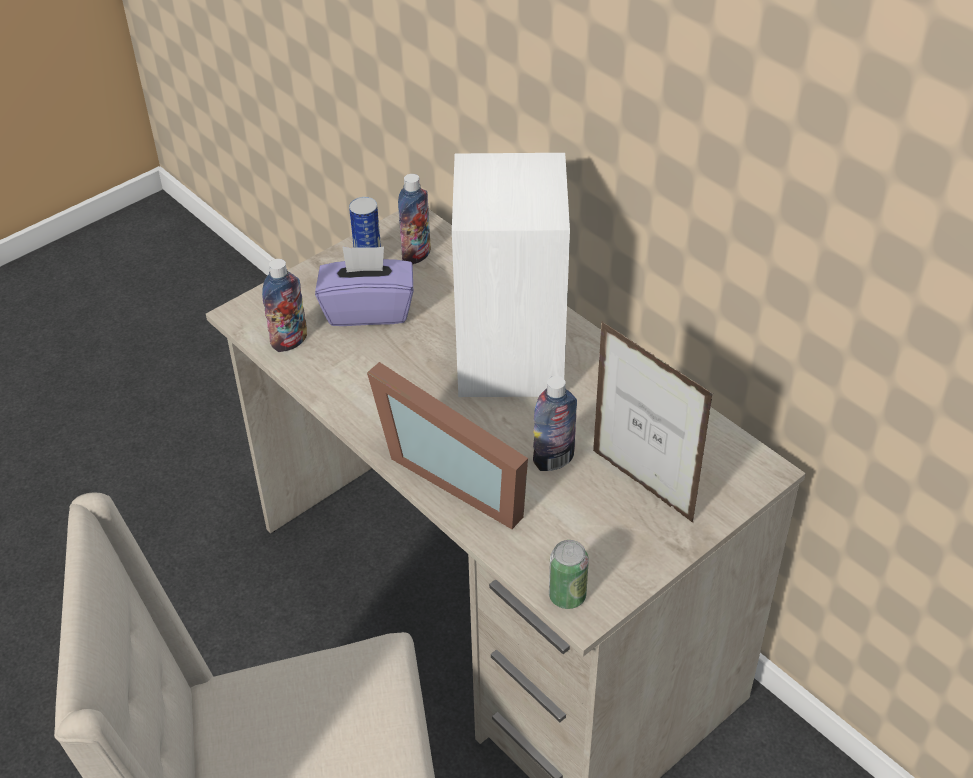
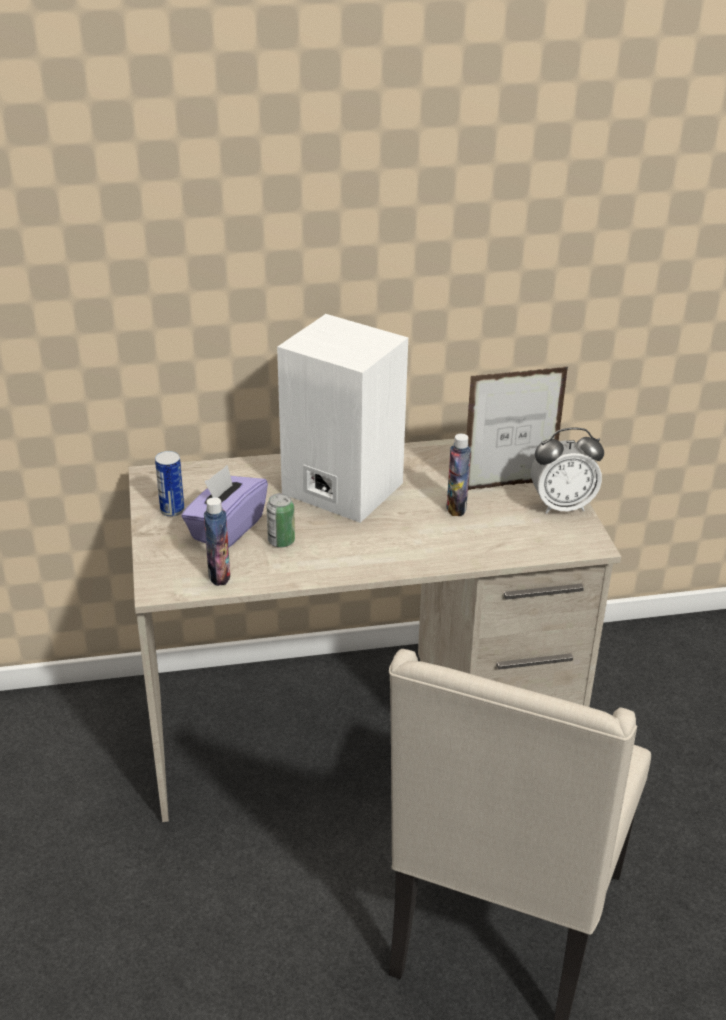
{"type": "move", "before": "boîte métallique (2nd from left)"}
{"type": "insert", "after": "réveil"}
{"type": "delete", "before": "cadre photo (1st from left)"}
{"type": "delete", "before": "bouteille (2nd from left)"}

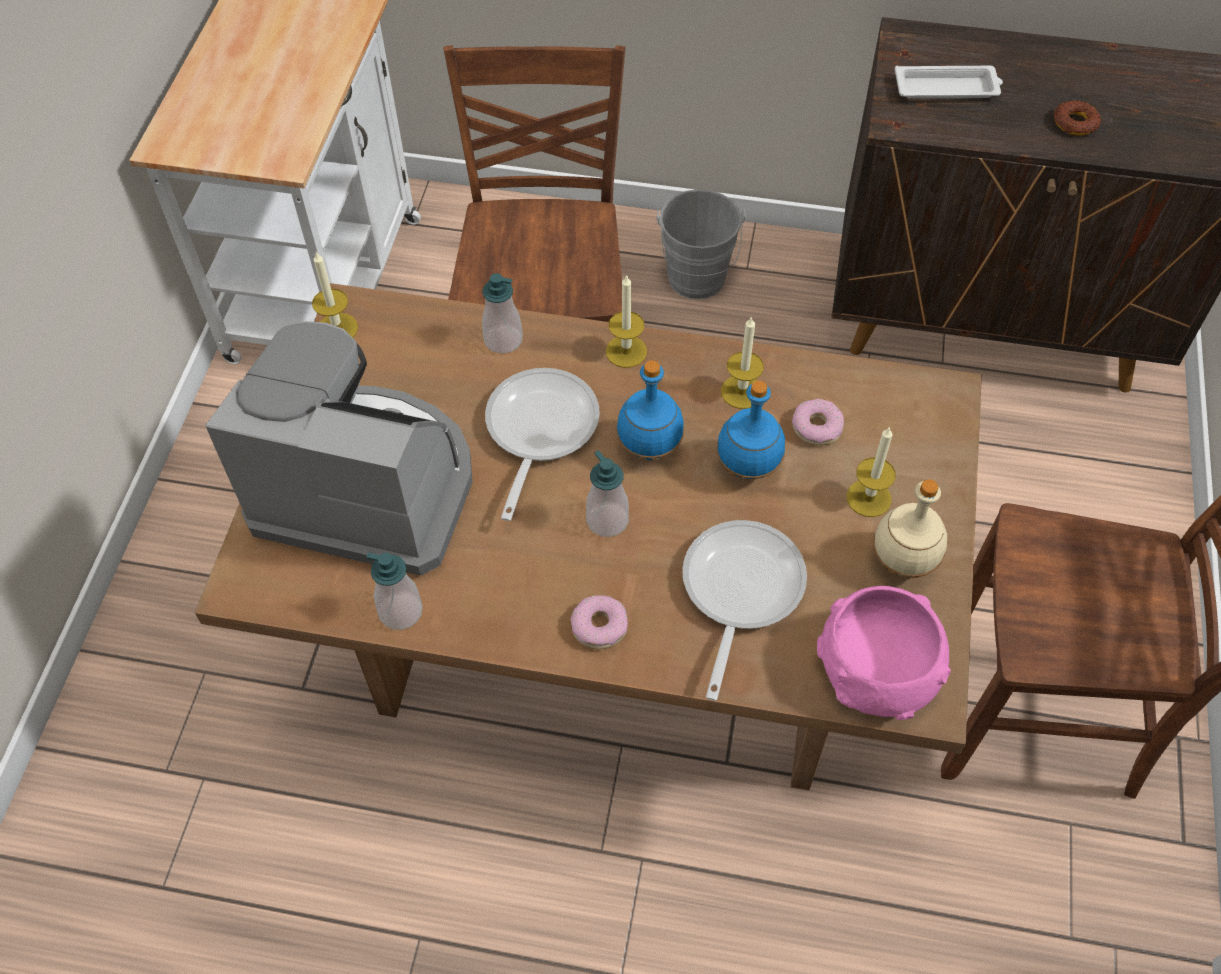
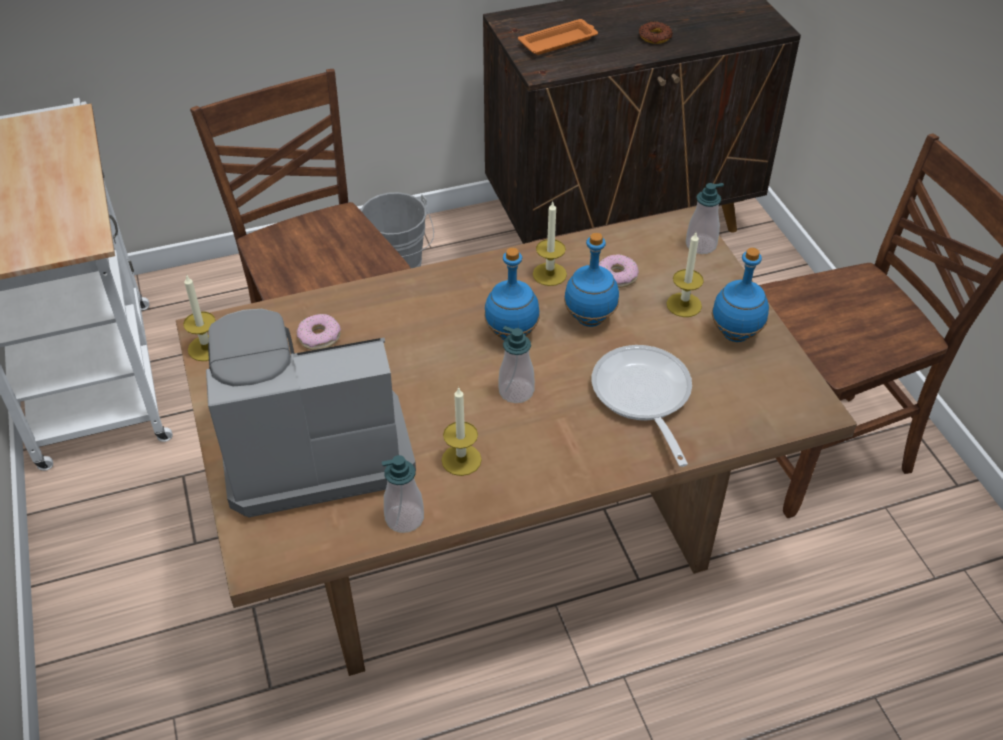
{"type": "move", "before": "beignet (1st from left)"}
{"type": "move", "before": "bougie (2nd from left)"}
{"type": "recolor", "before": "plateau (blanc)", "after": "plateau (orange)"}
{"type": "move", "before": "distributeur de savon (2nd from left in the first image)", "after": "distributeur de savon (3rd from left)"}
{"type": "recolor", "before": "bouteille (beige)", "after": "bouteille (bleu) (3rd from left)"}
{"type": "delete", "before": "poêle (1st from left)"}
{"type": "delete", "before": "bol (rose)"}

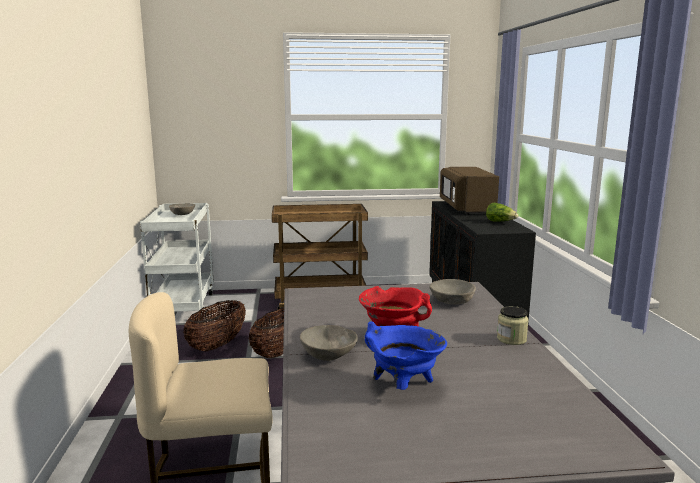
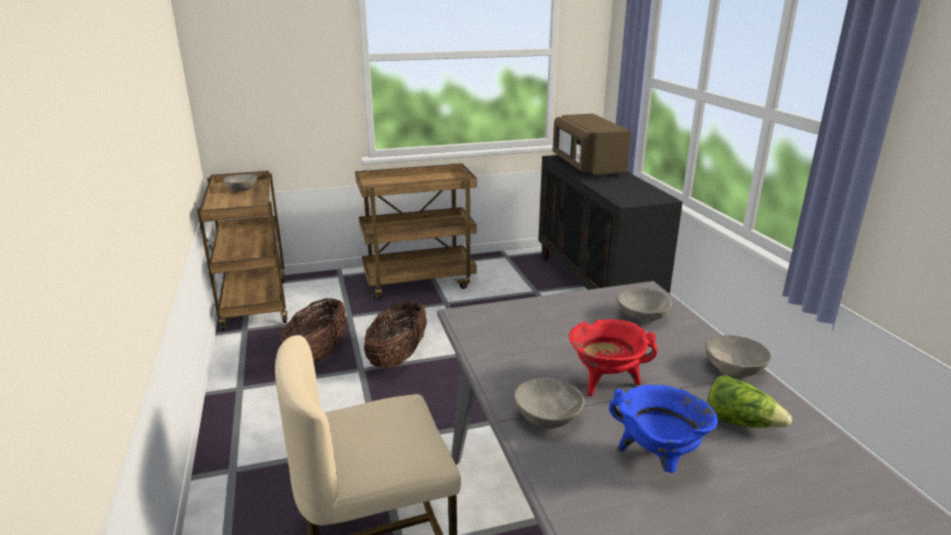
{"type": "recolor", "before": "chariot (blanc)", "after": "chariot (marron) (1st from left)"}
{"type": "replace", "before": "bocal", "after": "bol (gris) (4th from left)"}
{"type": "move", "before": "laitue"}

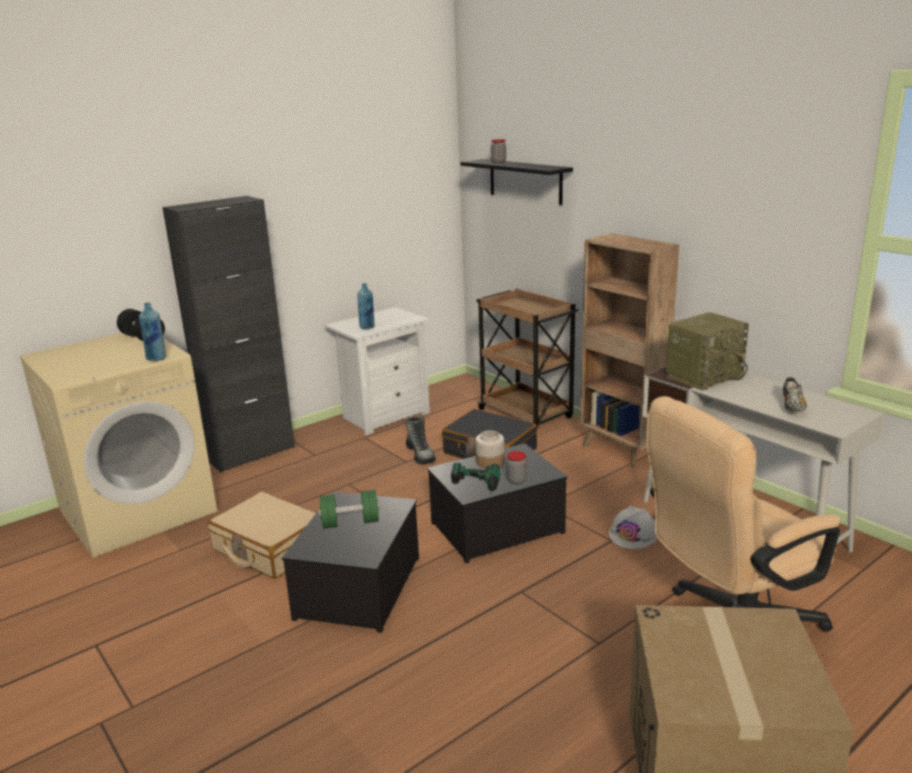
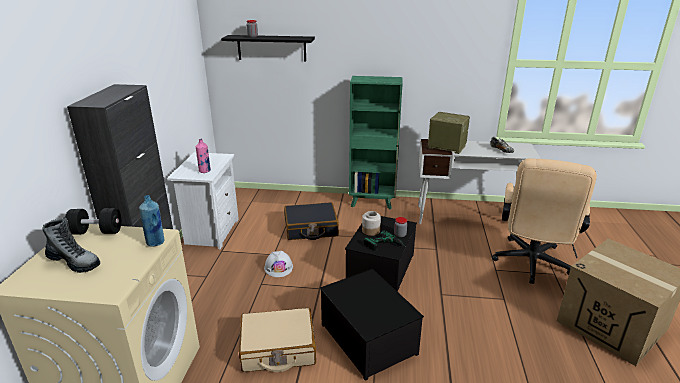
{"type": "move", "before": "botte"}
{"type": "recolor", "before": "bouteille (bleu) (2nd from left)", "after": "bouteille (rose)"}
{"type": "move", "before": "casque de chantier (blanc)"}
{"type": "recolor", "before": "bibliothèque (marron)", "after": "bibliothèque (vert)"}
{"type": "rotate", "before": "radio", "turn": -75}
{"type": "delete", "before": "haltère (vert)"}
{"type": "delete", "before": "chariot (marron)"}

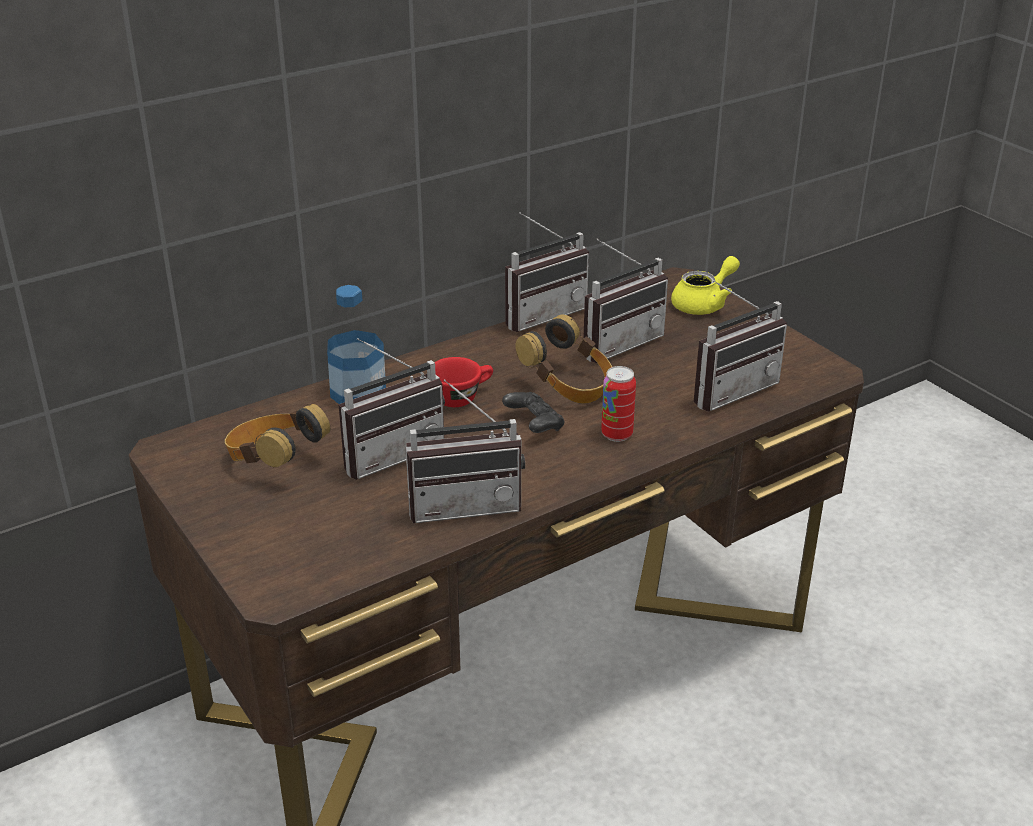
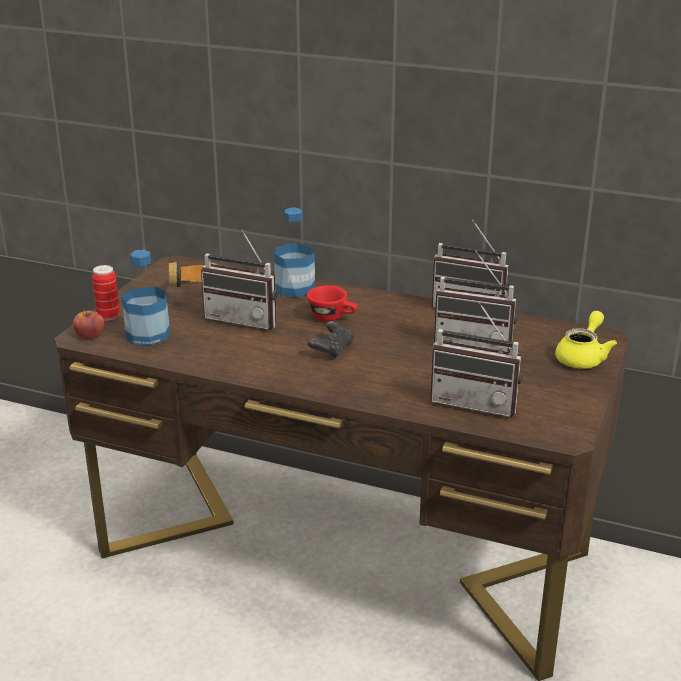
{"type": "insert", "after": "pomme"}
{"type": "move", "before": "boîte métallique"}
{"type": "insert", "after": "bouteille (1st from left)"}
{"type": "rotate", "before": "théière (jaune)", "turn": -75}
{"type": "delete", "before": "radio (2nd from left)"}
{"type": "delete", "before": "casque audio (2nd from left)"}

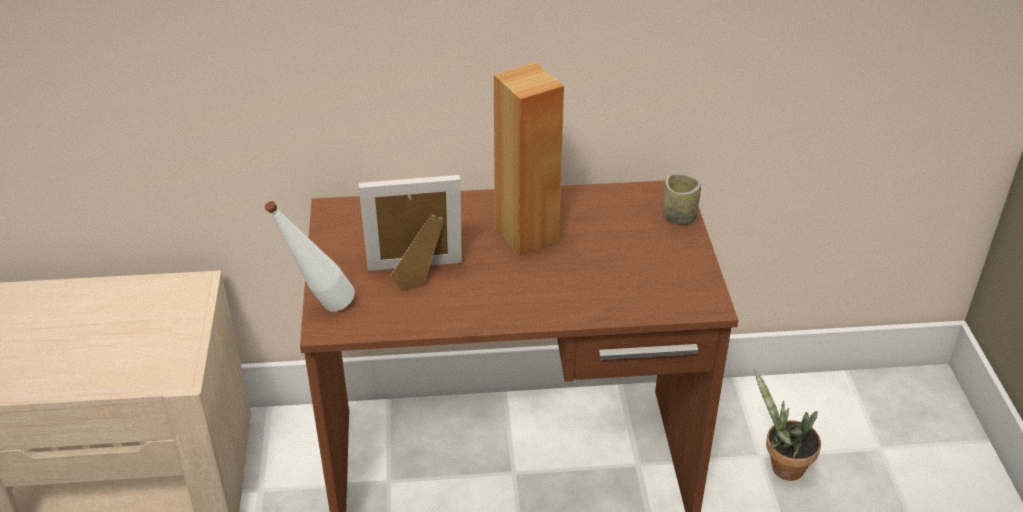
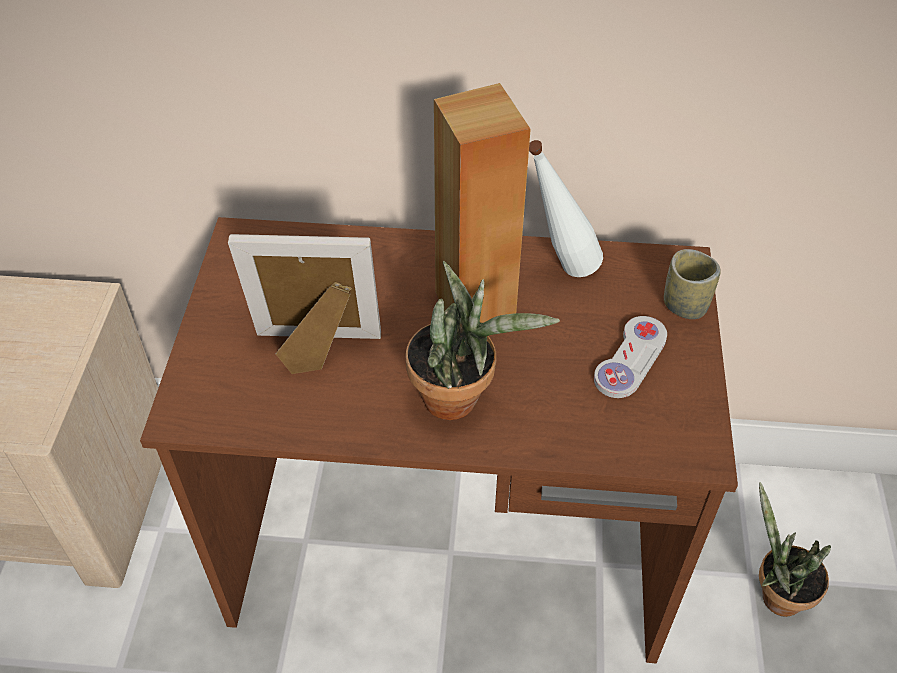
{"type": "insert", "after": "plante en pot (1st from left)"}
{"type": "move", "before": "bouteille (blanc)"}
{"type": "insert", "after": "manette (blanc)"}

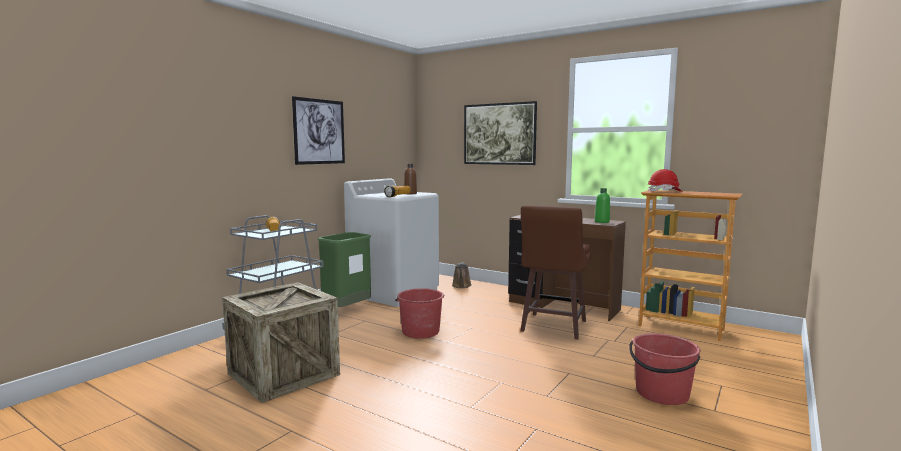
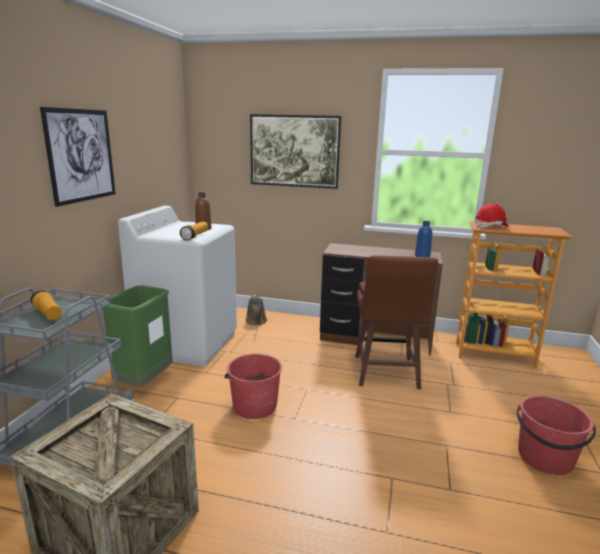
{"type": "recolor", "before": "bouteille (vert)", "after": "bouteille (bleu)"}

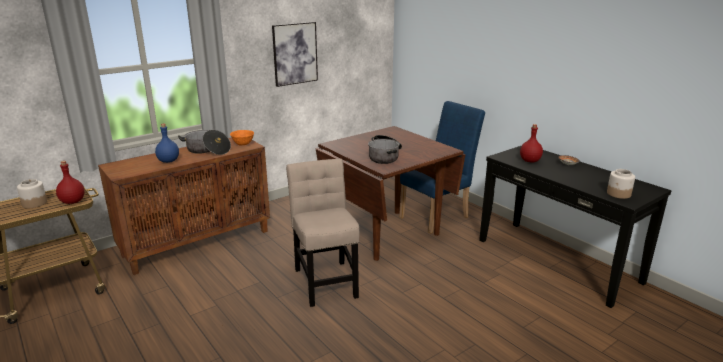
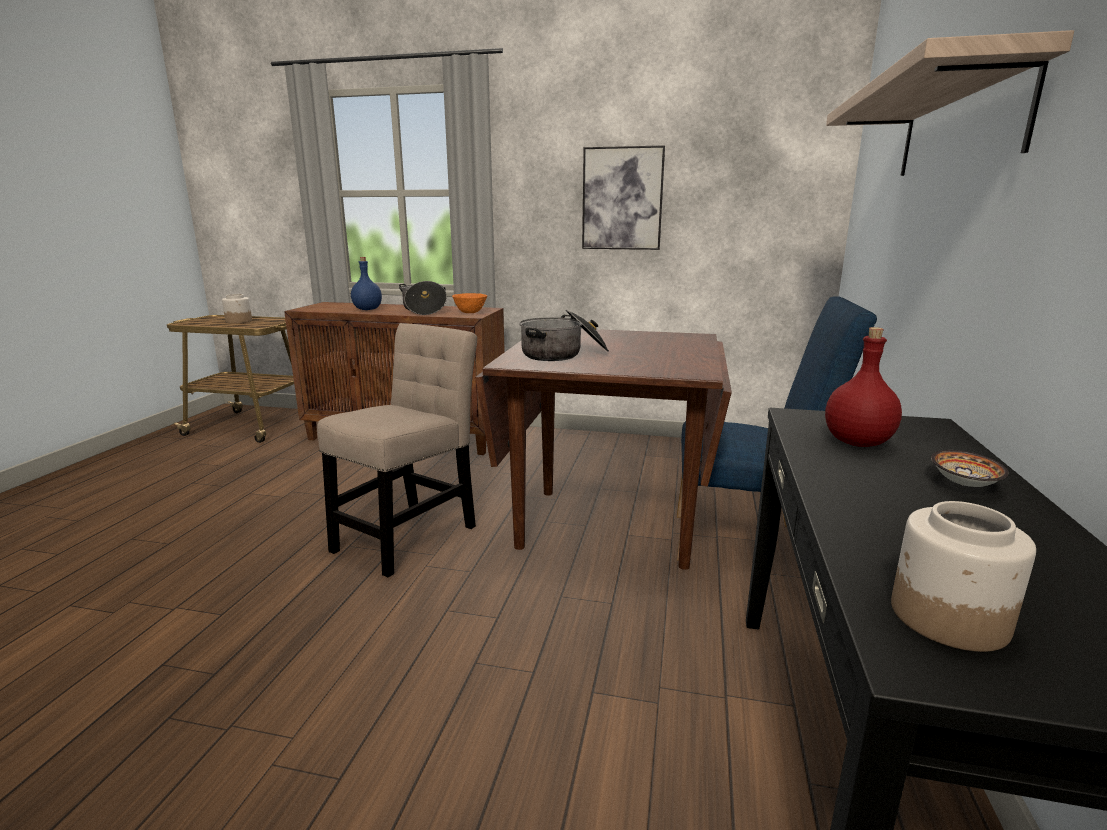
{"type": "insert", "after": "étagère"}
{"type": "delete", "before": "bouteille (rouge) (1st from left)"}

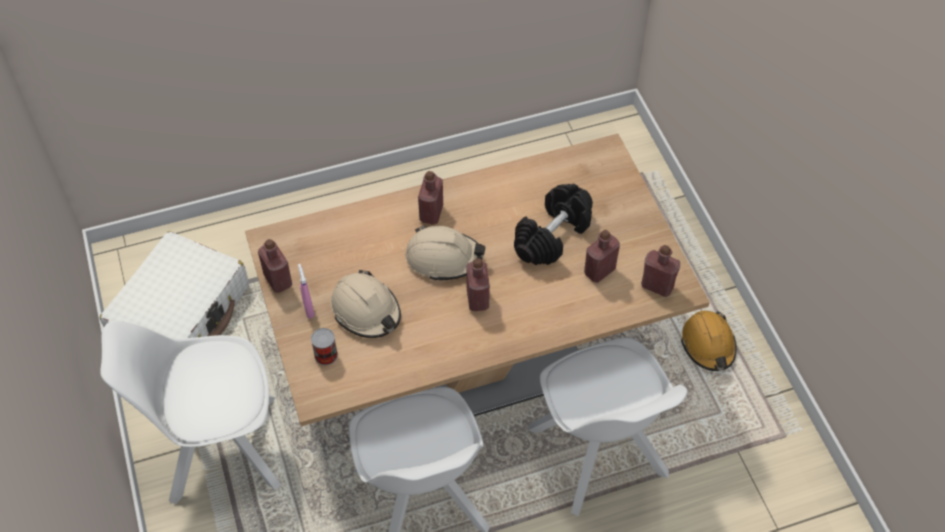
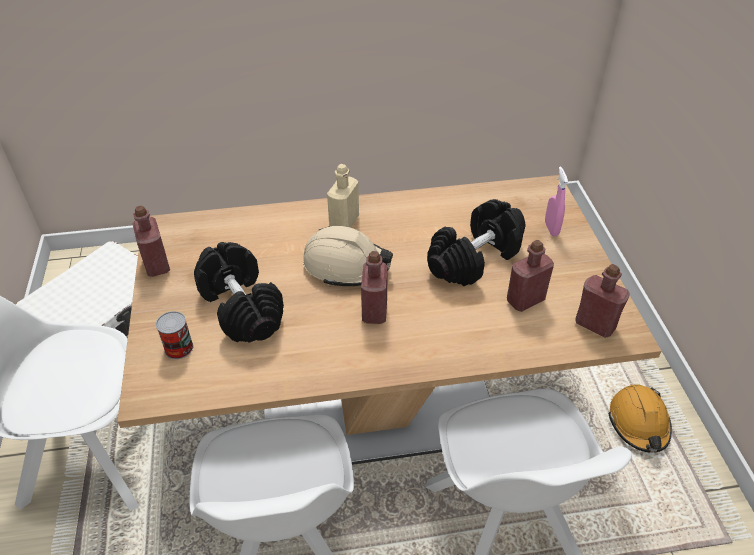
{"type": "replace", "before": "casque de chantier (beige) (1st from left)", "after": "haltère (noir) (1st from left)"}
{"type": "recolor", "before": "bouteille (rouge) (2nd from left)", "after": "bouteille (beige)"}
{"type": "move", "before": "vaporisateur (rose)"}

